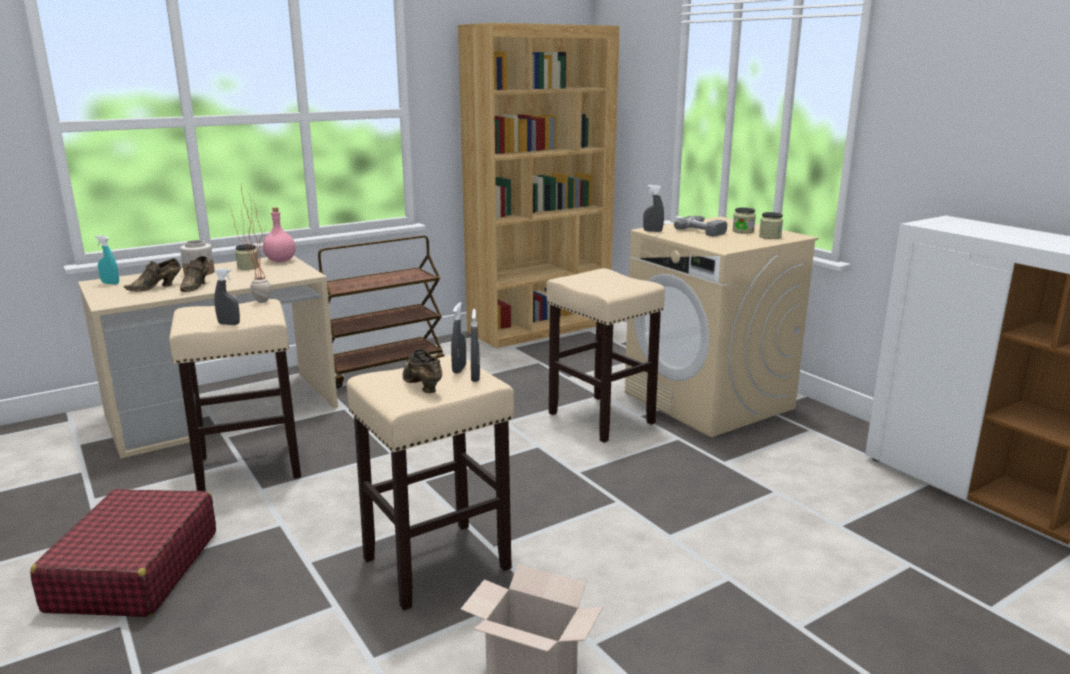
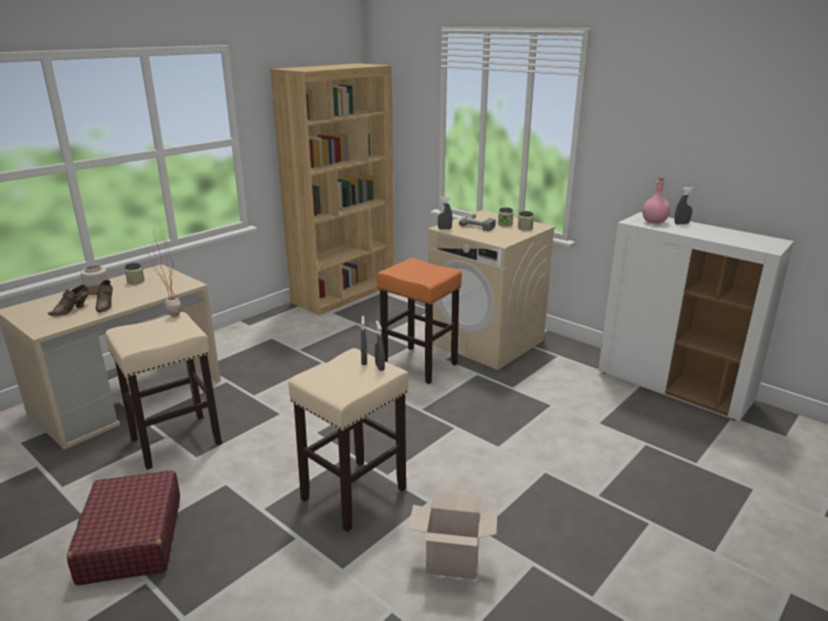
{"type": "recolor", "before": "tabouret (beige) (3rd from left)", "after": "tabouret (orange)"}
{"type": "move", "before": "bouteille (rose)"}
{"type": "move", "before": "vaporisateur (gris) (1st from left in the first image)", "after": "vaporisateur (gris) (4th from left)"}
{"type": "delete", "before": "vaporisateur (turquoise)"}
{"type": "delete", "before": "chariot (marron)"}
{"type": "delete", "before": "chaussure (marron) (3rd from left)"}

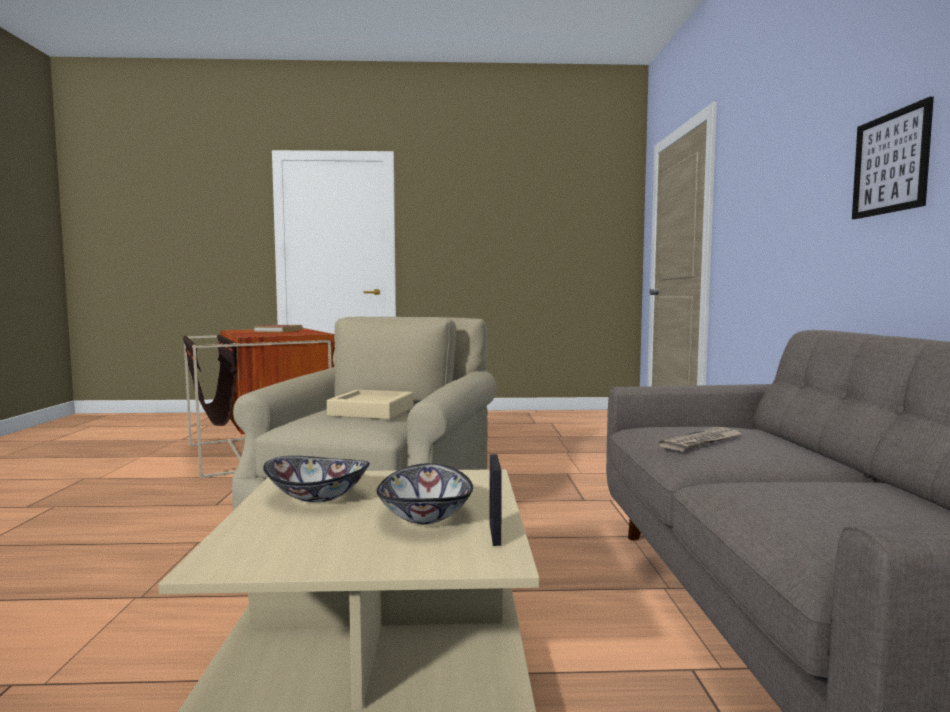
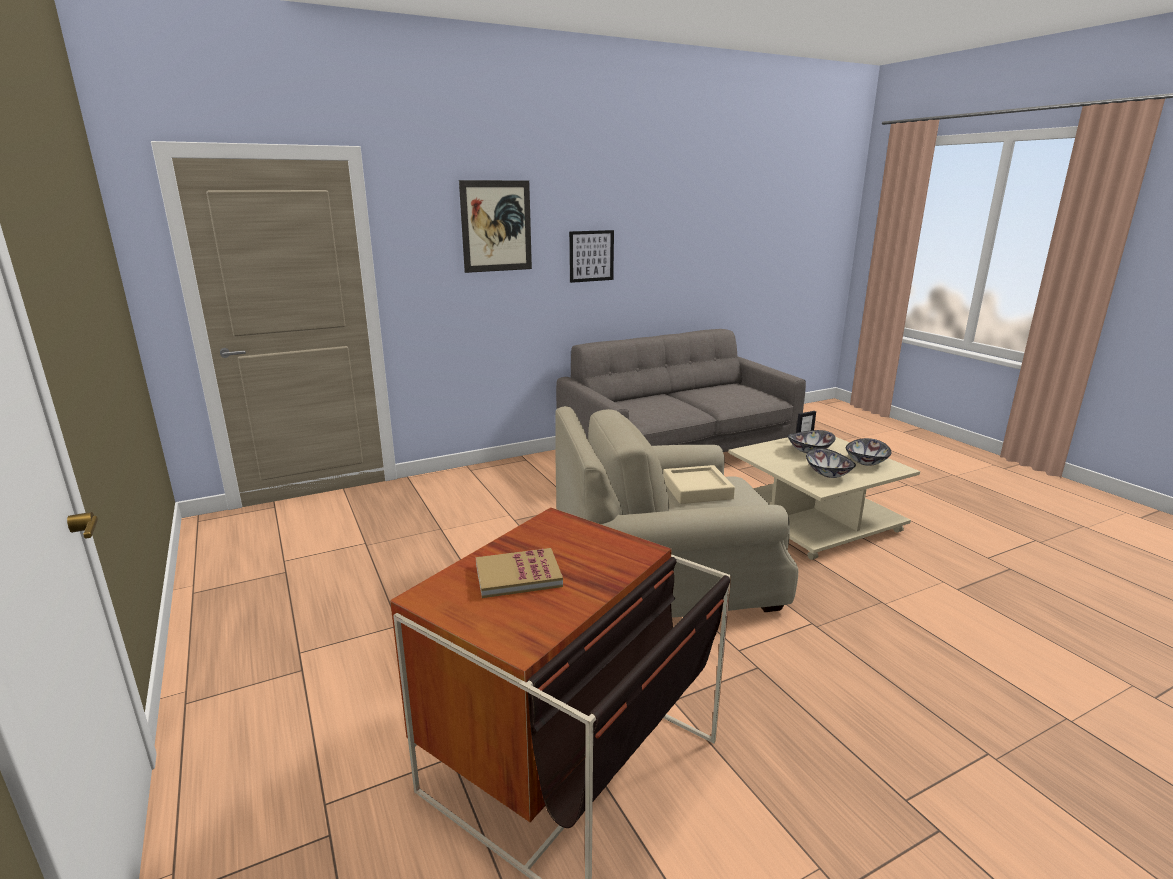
{"type": "insert", "after": "tableau (1st from left)"}
{"type": "insert", "after": "bol (3rd from left)"}
{"type": "delete", "before": "journal"}

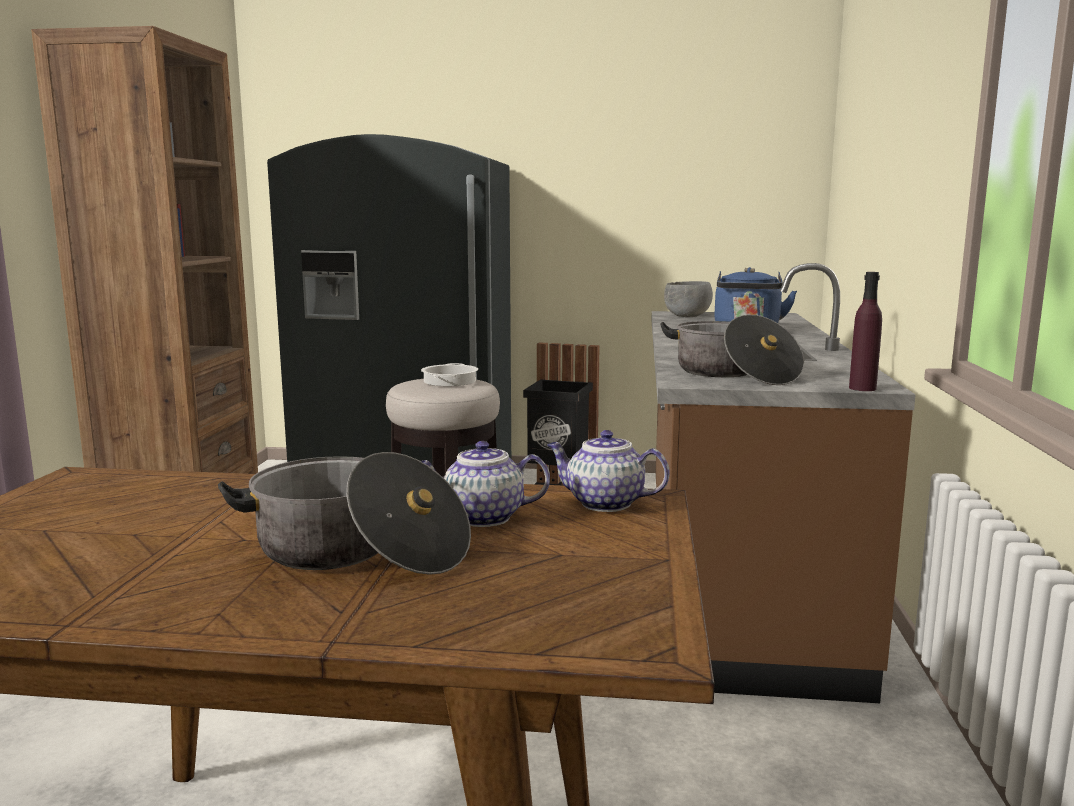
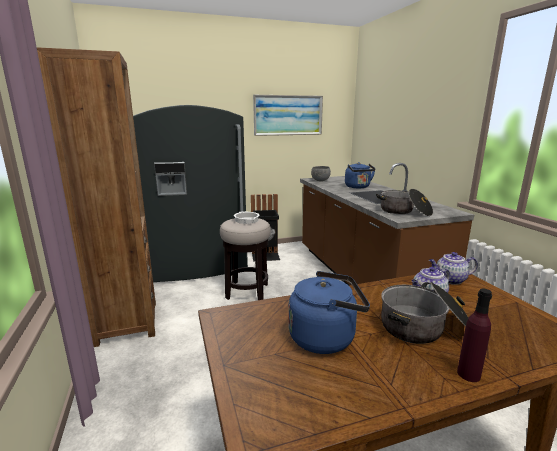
{"type": "insert", "after": "tableau"}
{"type": "insert", "after": "bouilloire (bleu) (1st from left)"}
{"type": "move", "before": "bouteille (violet)"}

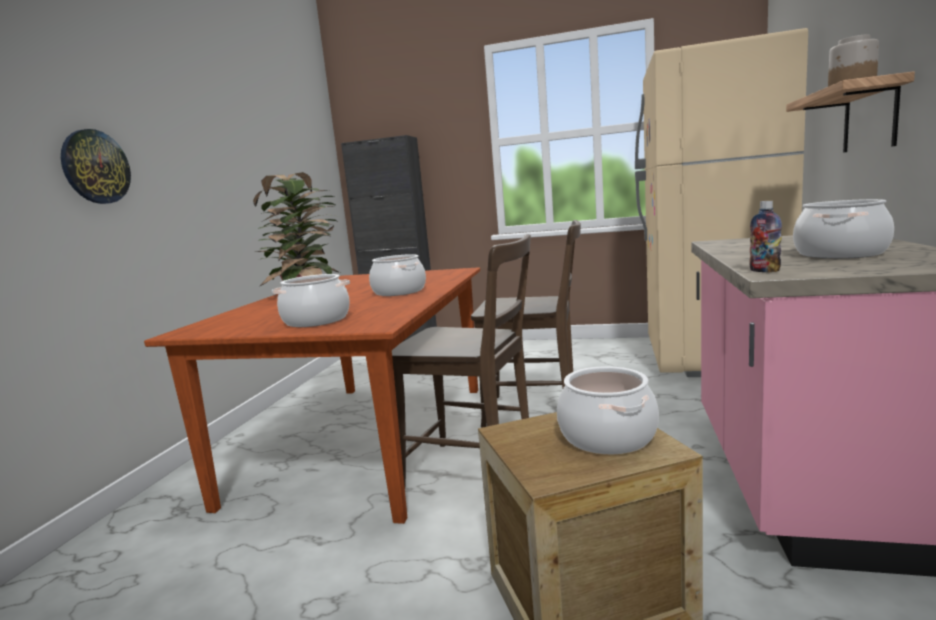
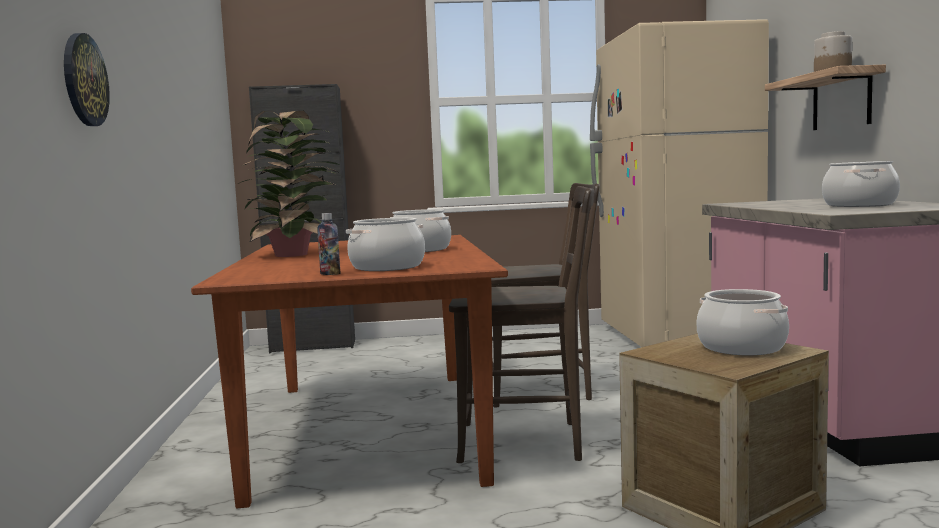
{"type": "move", "before": "bouteille"}

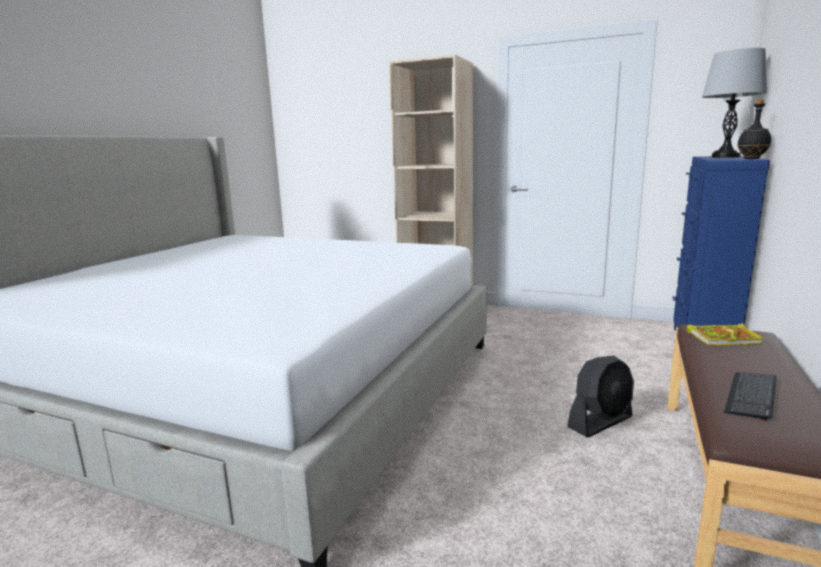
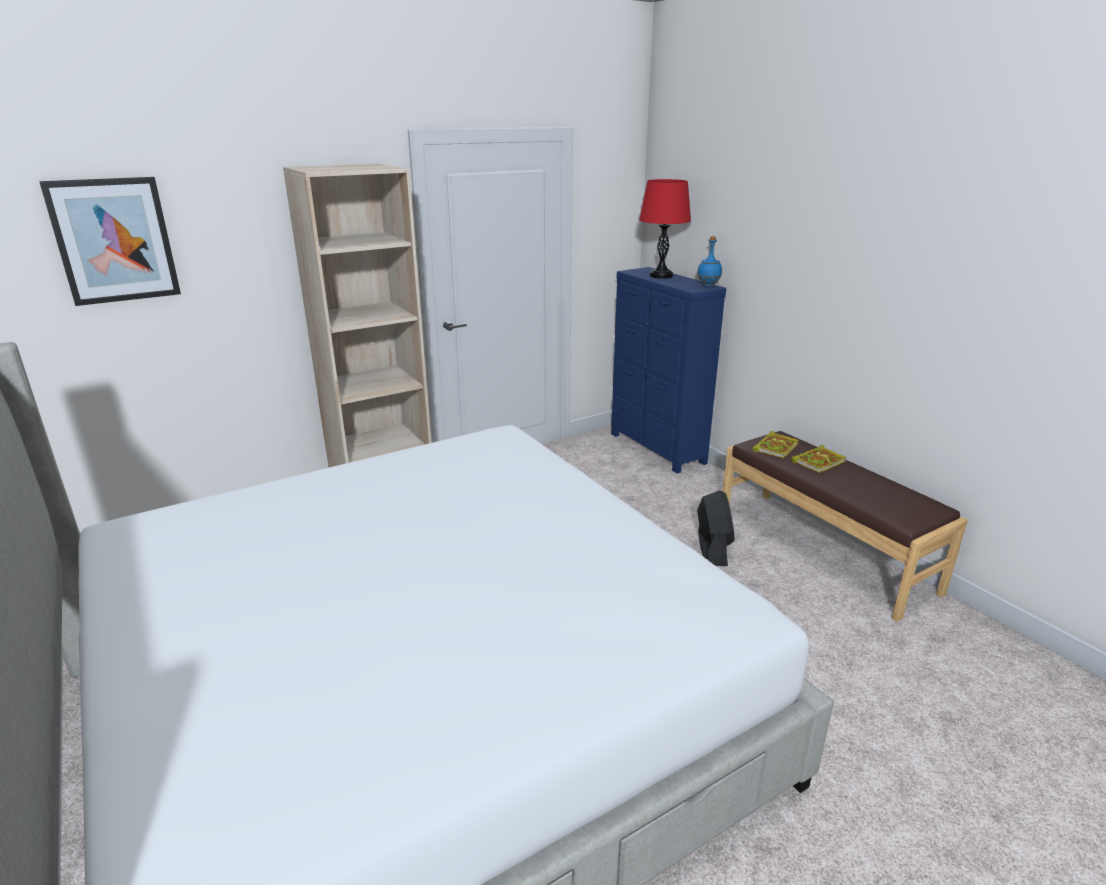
{"type": "insert", "after": "tableau"}
{"type": "recolor", "before": "lampe de table (gris)", "after": "lampe de table (rouge)"}
{"type": "recolor", "before": "bouteille (noir)", "after": "bouteille (bleu)"}
{"type": "insert", "after": "livre (2nd from left)"}
{"type": "delete", "before": "clavier"}

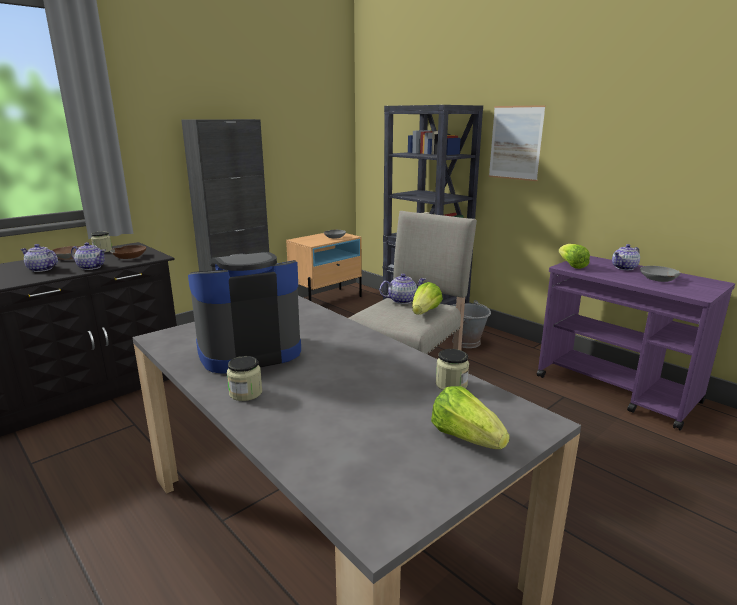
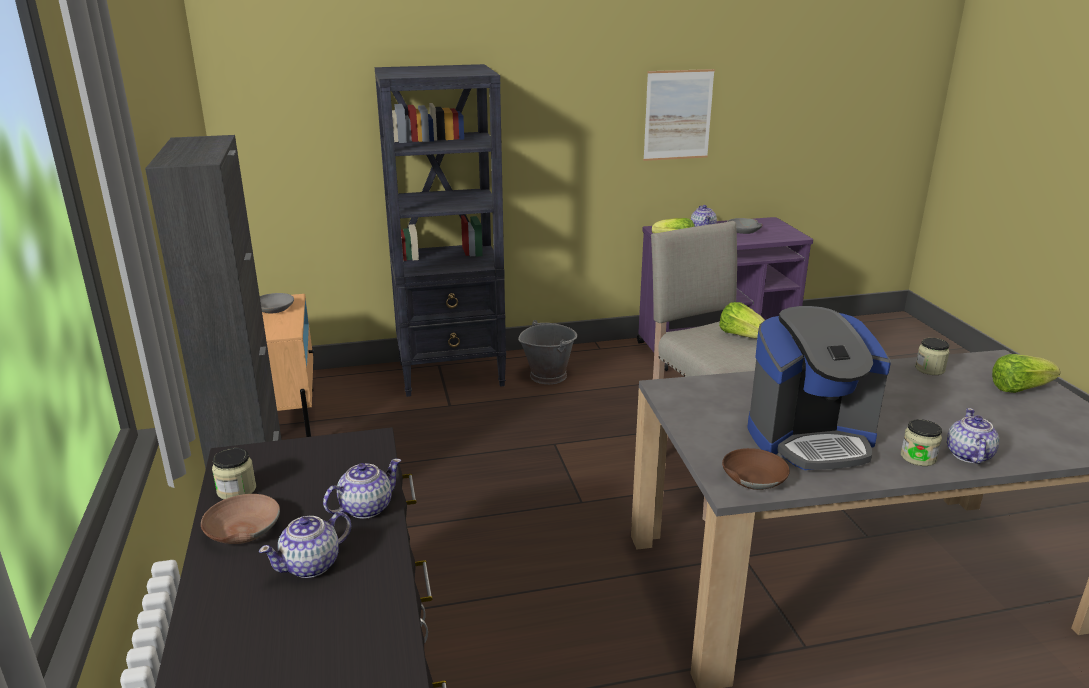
{"type": "move", "before": "tableau"}
{"type": "move", "before": "bol (marron) (2nd from left)"}
{"type": "rotate", "before": "machine à café", "turn": -105}
{"type": "move", "before": "théière (3rd from left in the first image)", "after": "théière (4th from left)"}

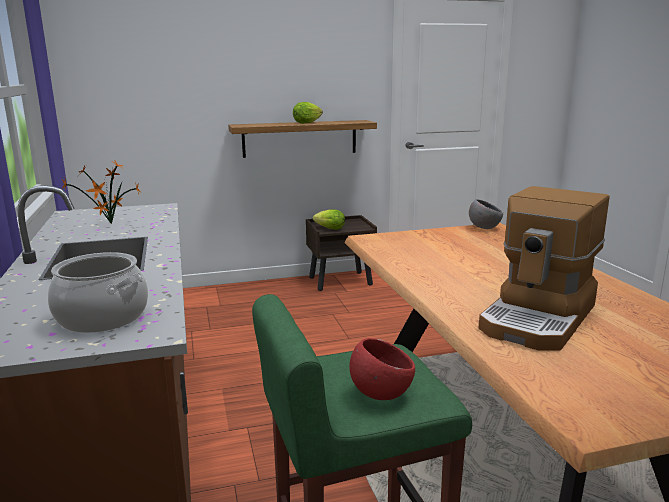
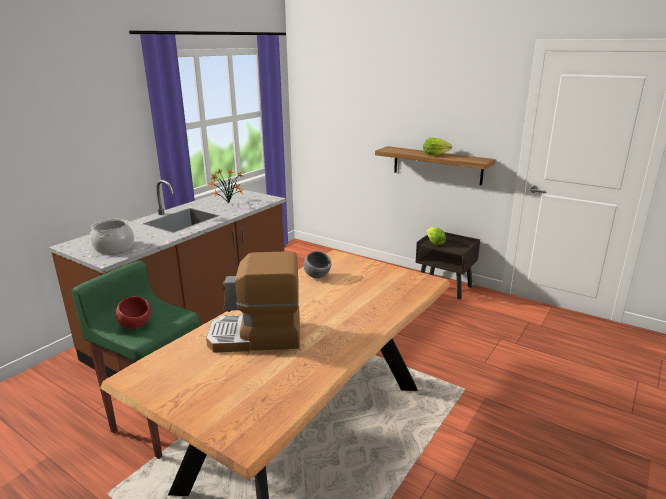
{"type": "move", "before": "bol (gris)"}

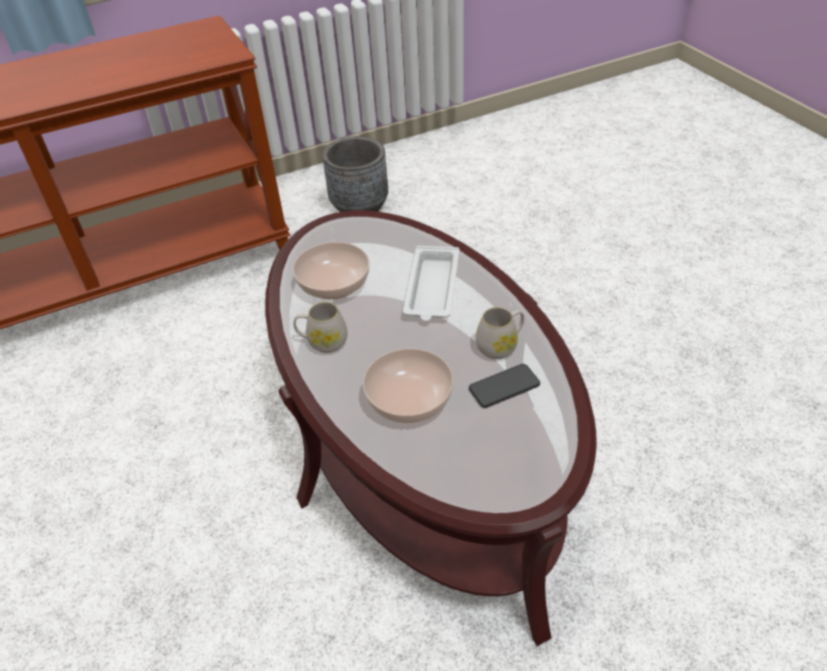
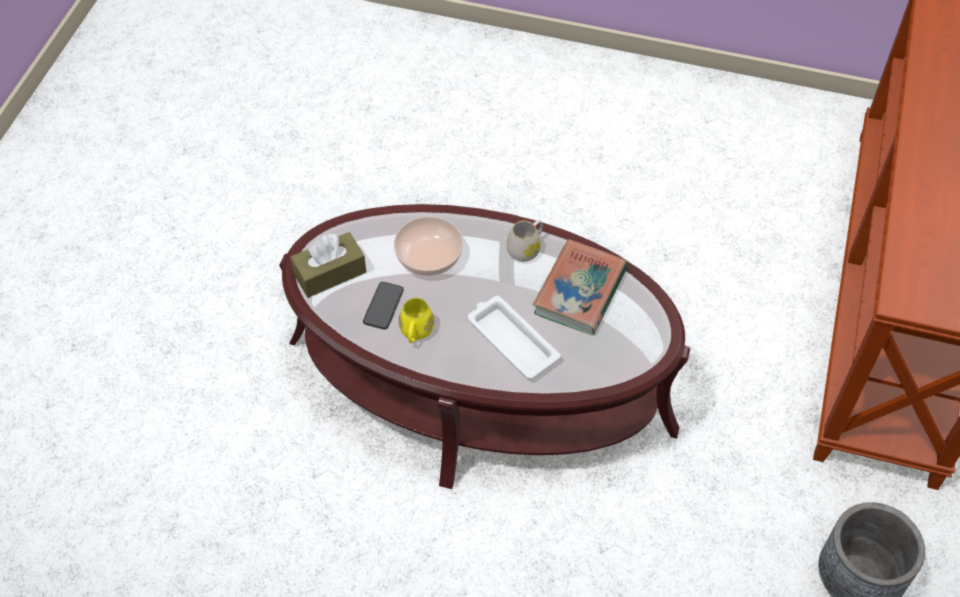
{"type": "insert", "after": "boîte à mouchoirs (marron)"}
{"type": "recolor", "before": "mug (blanc) (2nd from left)", "after": "mug (jaune)"}
{"type": "replace", "before": "bol (1st from left)", "after": "livre"}

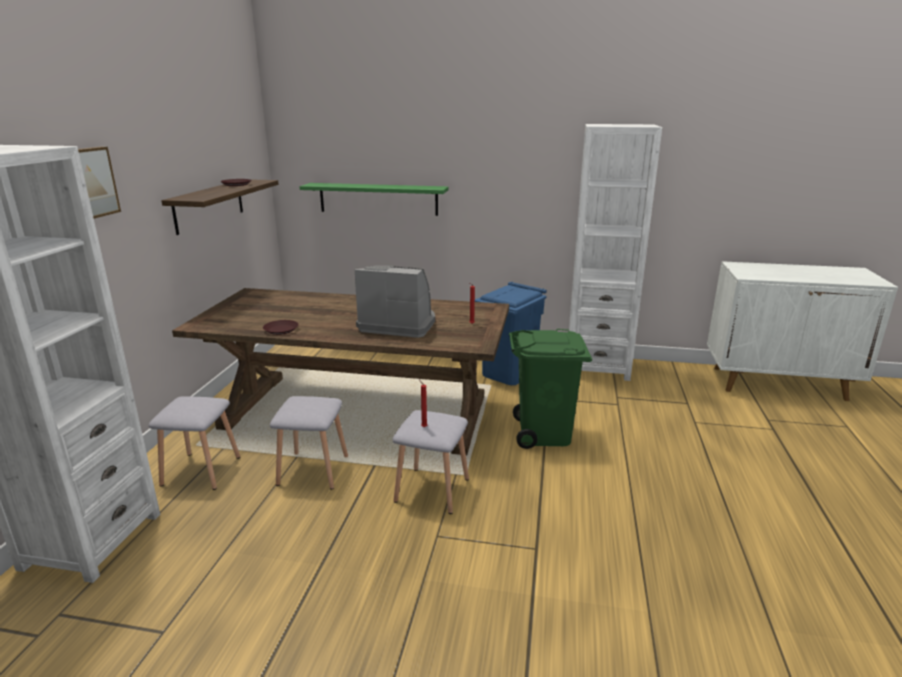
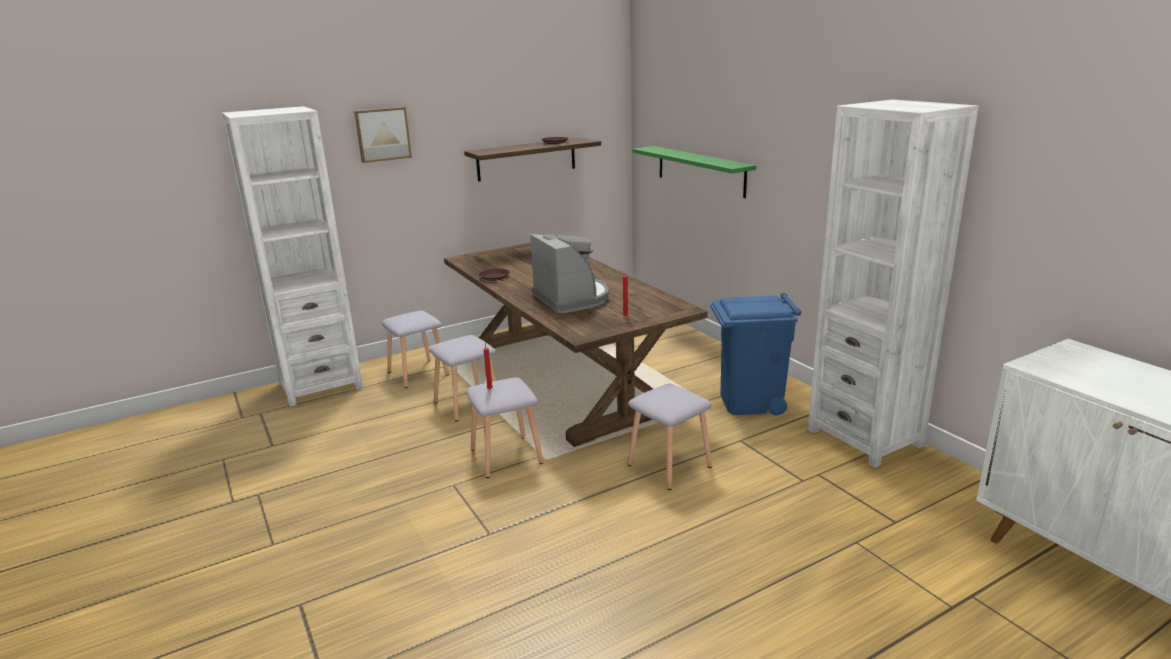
{"type": "replace", "before": "poubelle (vert)", "after": "tabouret (gris) (4th from left)"}

